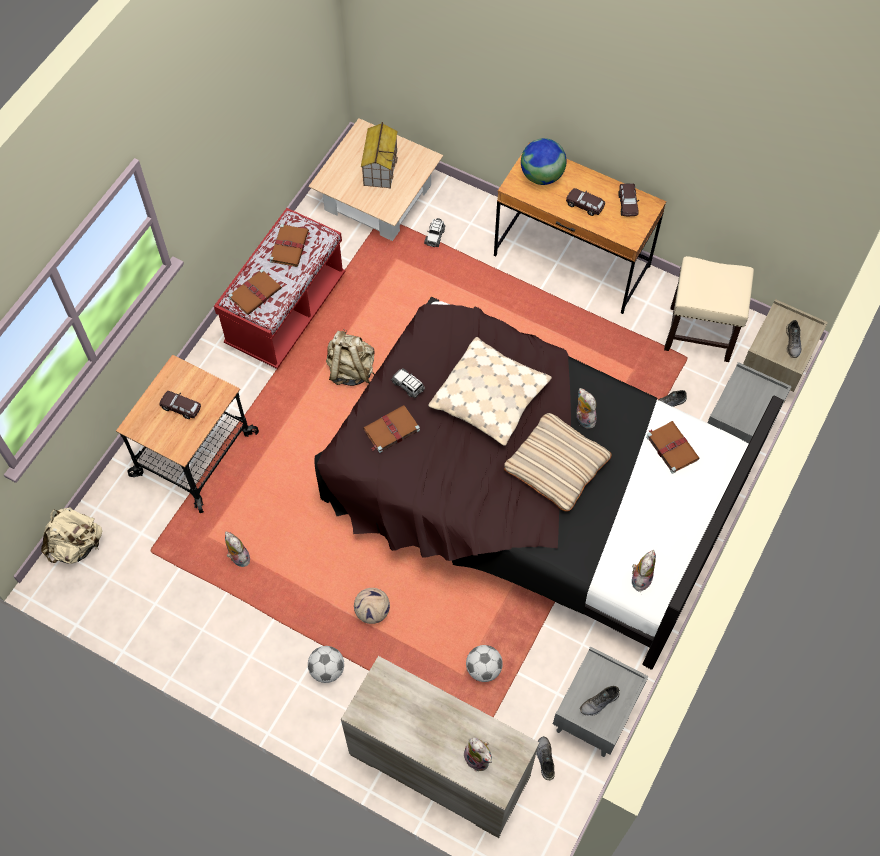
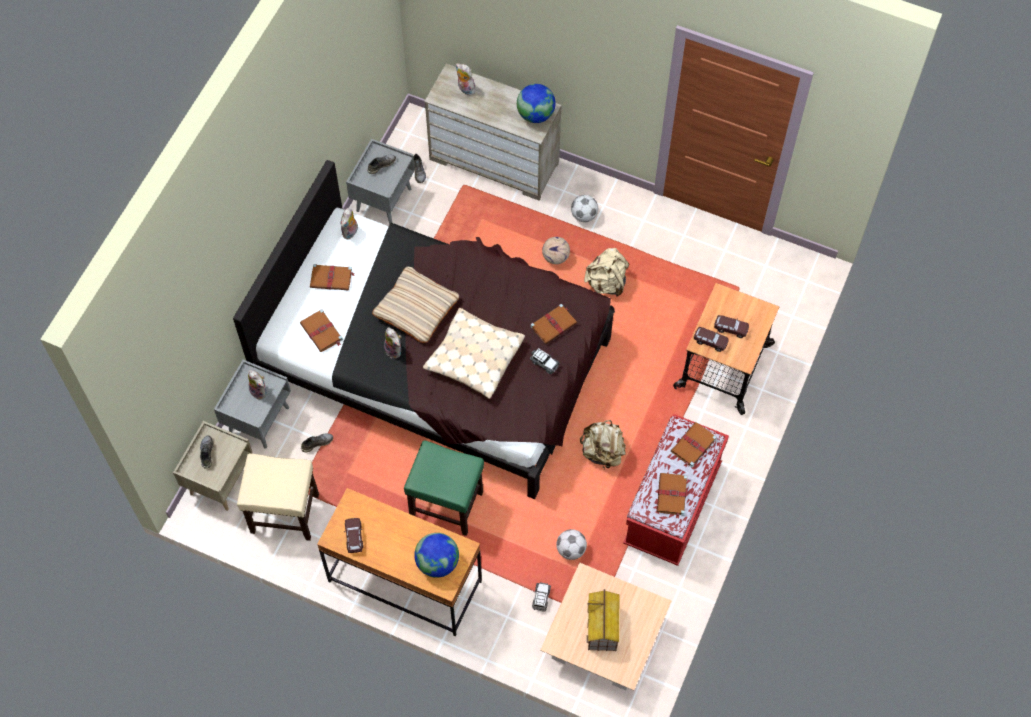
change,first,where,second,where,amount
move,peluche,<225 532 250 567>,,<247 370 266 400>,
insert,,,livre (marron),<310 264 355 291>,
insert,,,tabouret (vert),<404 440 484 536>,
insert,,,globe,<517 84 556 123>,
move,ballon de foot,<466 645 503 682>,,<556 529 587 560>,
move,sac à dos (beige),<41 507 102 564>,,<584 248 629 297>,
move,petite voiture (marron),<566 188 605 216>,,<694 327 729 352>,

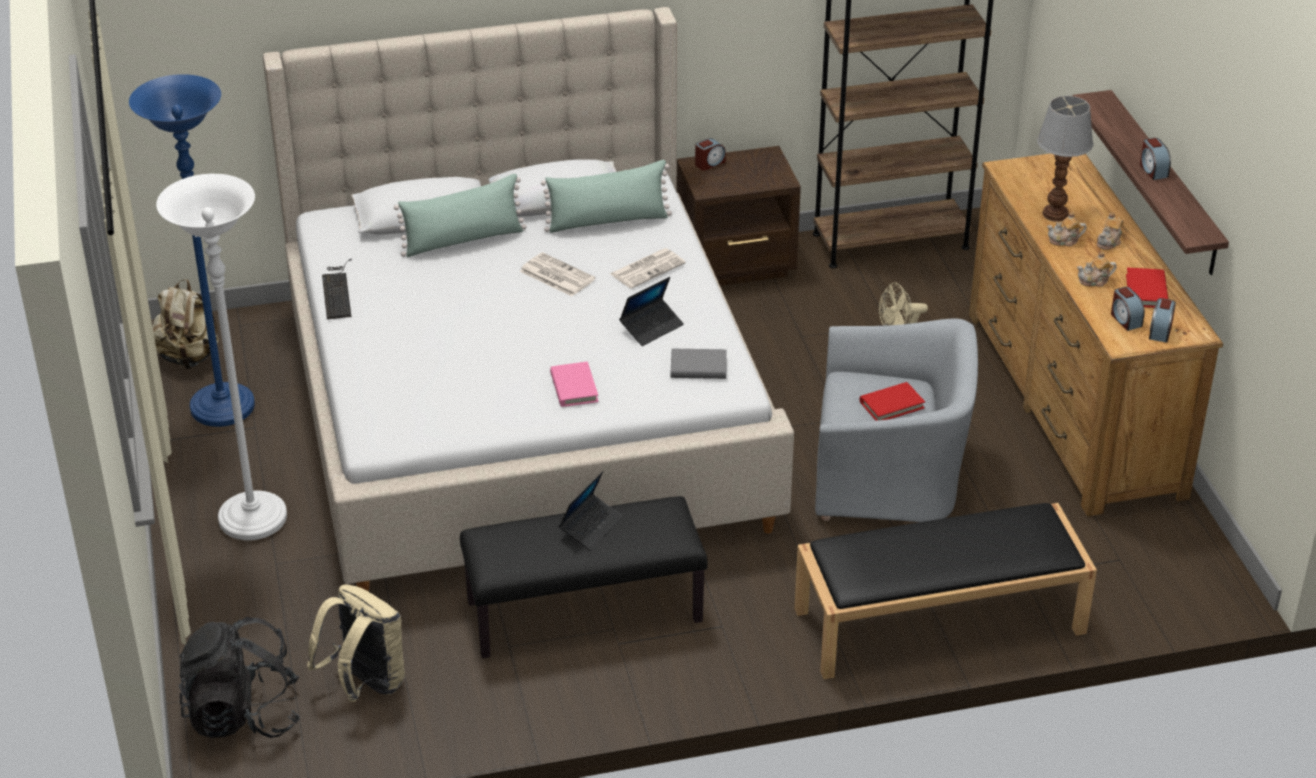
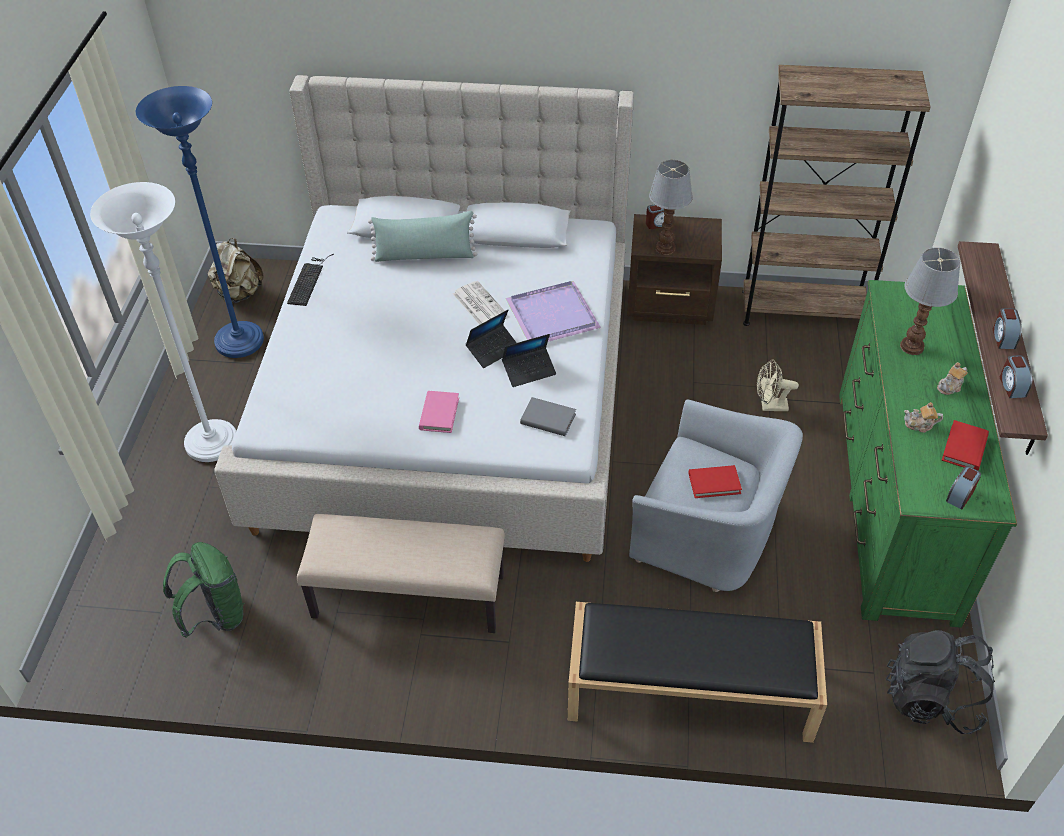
change,first,where,second,where,amount
recolor,sac à dos (beige),<307 584 405 702>,sac à dos (vert),<163 542 244 638>,
recolor,banc (noir),<460 496 708 658>,banc (beige),<297 514 505 633>,
move,ordinateur portable,<559 471 623 551>,,<466 310 517 368>,
replace,journal,<610 248 686 289>,plateau (violet),<506 281 601 342>,
insert,,,lampe de table,<649 160 693 255>,
recolor,commode (marron),<969 154 1223 517>,commode (vert),<839 280 1017 628>,
move,sac à dos (noir),<179 617 300 738>,,<885 630 995 734>,
move,réveil,<1111 287 1145 331>,,<1000 355 1032 398>,
delete,coussin (vert),<541 160 672 233>,,,
delete,théière,<1047 212 1087 246>,,,

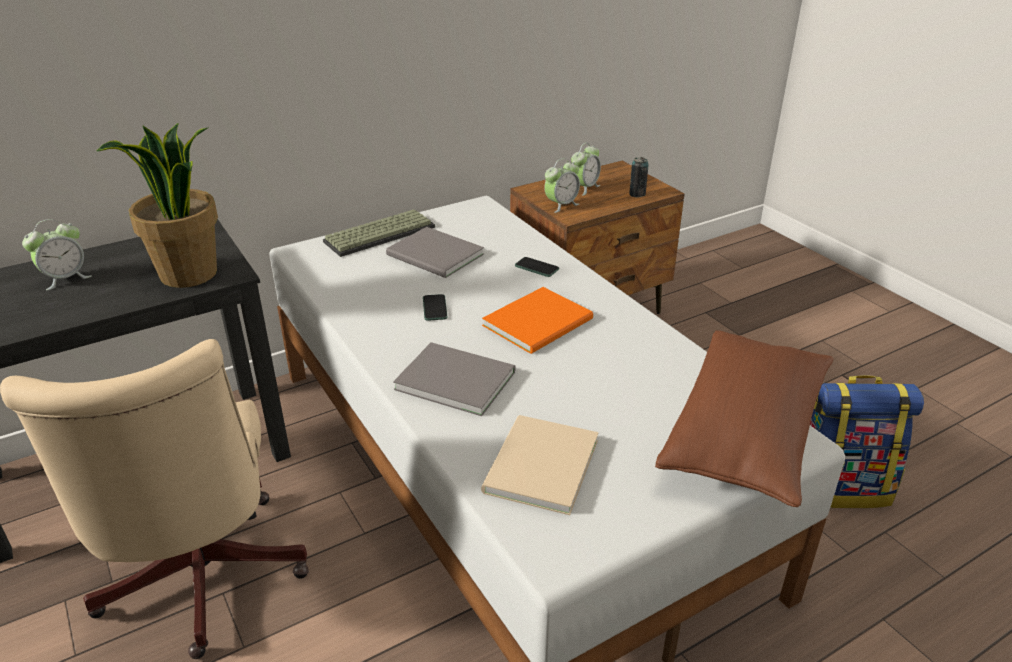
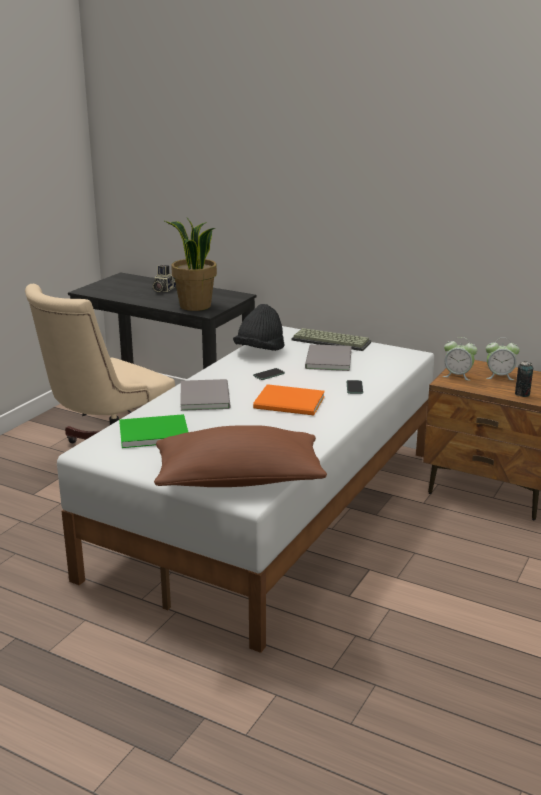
change,first,where,second,where,amount
recolor,livre (beige),<481 415 599 515>,livre (vert),<119 414 188 448>,
replace,réveil,<22 219 91 290>,appareil photo,<153 265 176 292>,
insert,,,chapeau (noir),<233 304 285 351>,
delete,sac à dos,<810 375 924 508>,,,

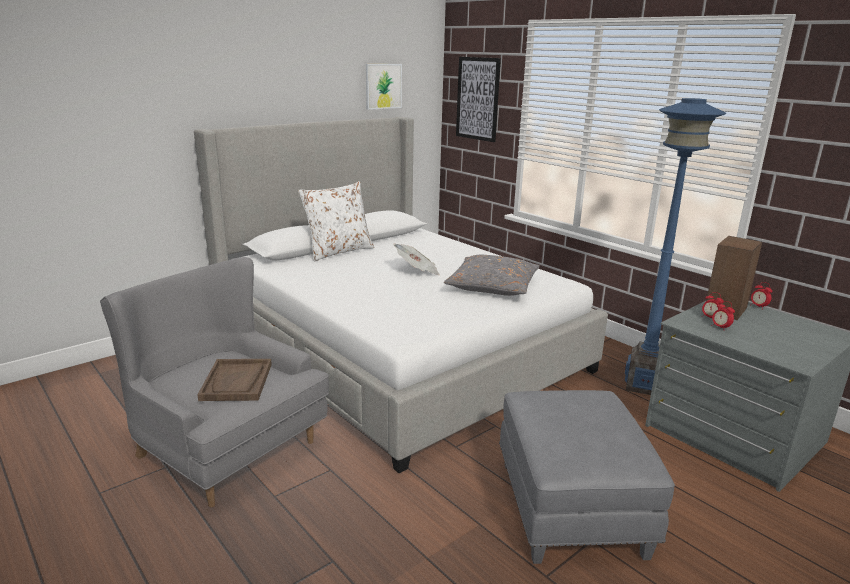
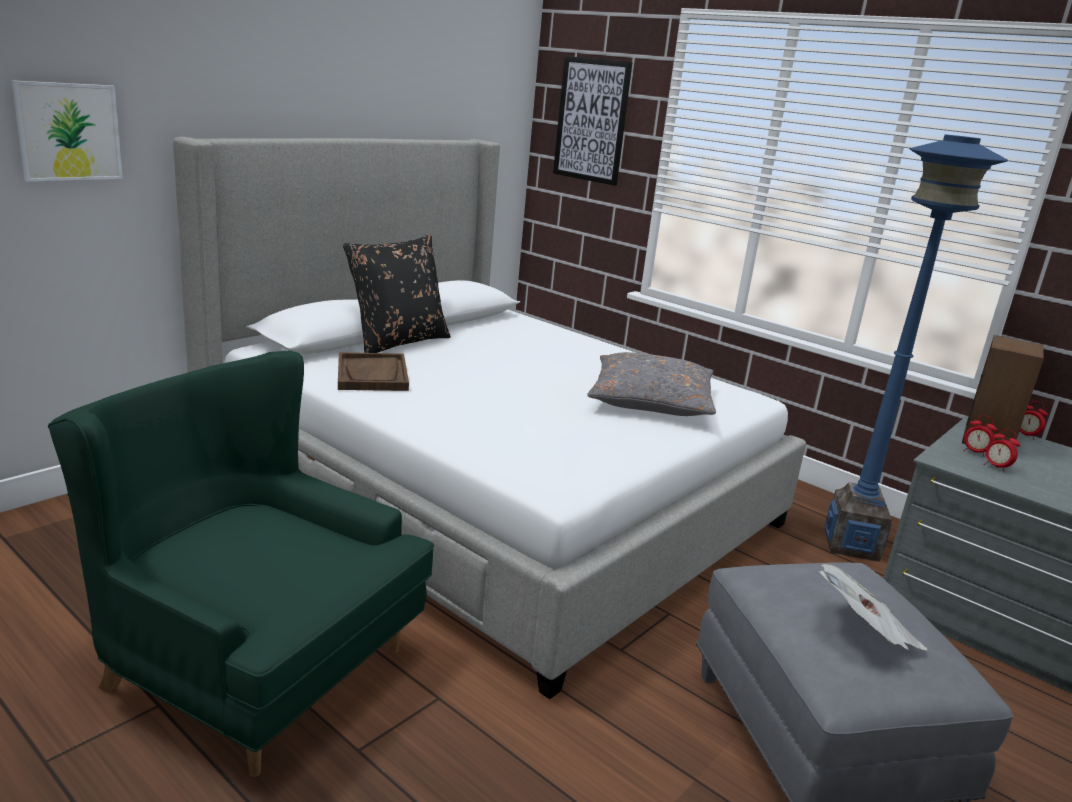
change,first,where,second,where,amount
move,tableau,<366 64 402 110>,,<12 80 123 181>,
recolor,fauteuil (gris),<100 257 329 507>,fauteuil (vert),<48 350 434 777>,
move,plateau (marron),<197 359 272 401>,,<338 352 409 391>,
recolor,coussin (blanc),<298 181 374 261>,coussin (noir),<343 234 451 353>,
move,journal,<393 244 440 275>,,<819 564 927 650>,

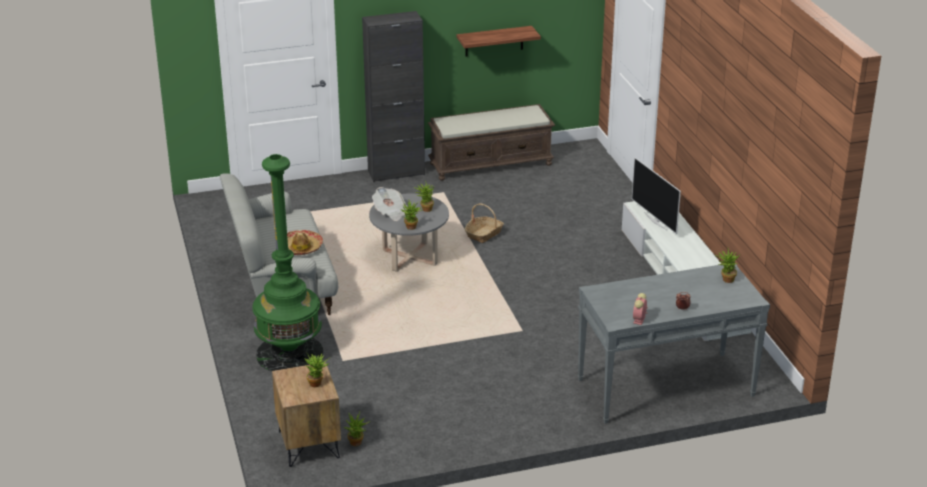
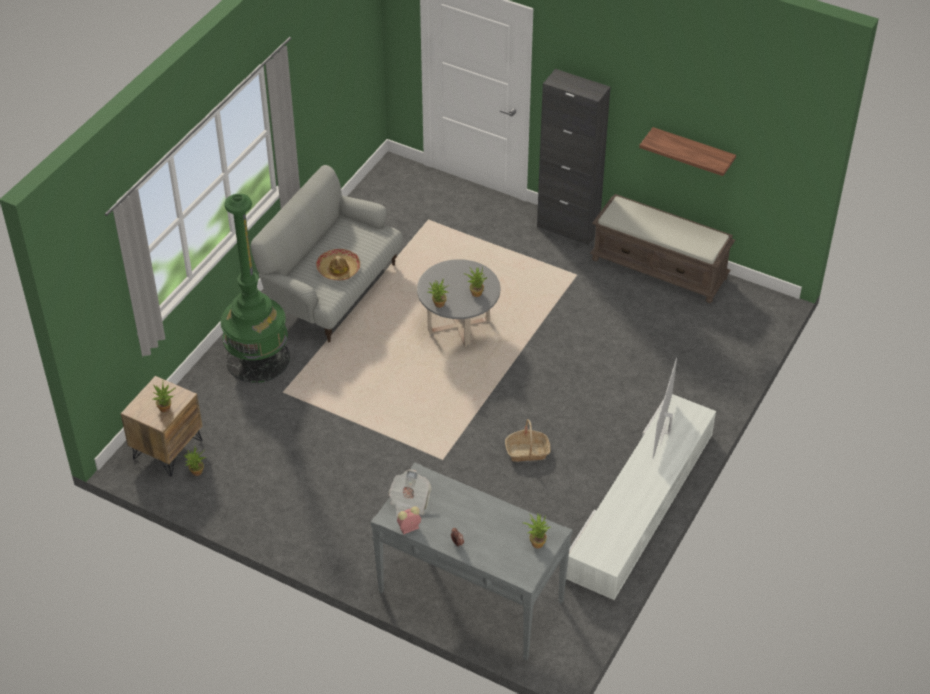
change,first,where,second,where,amount
move,journal,<372 187 407 221>,,<388 469 431 518>,
move,panier,<465 203 504 243>,,<505 419 551 462>,

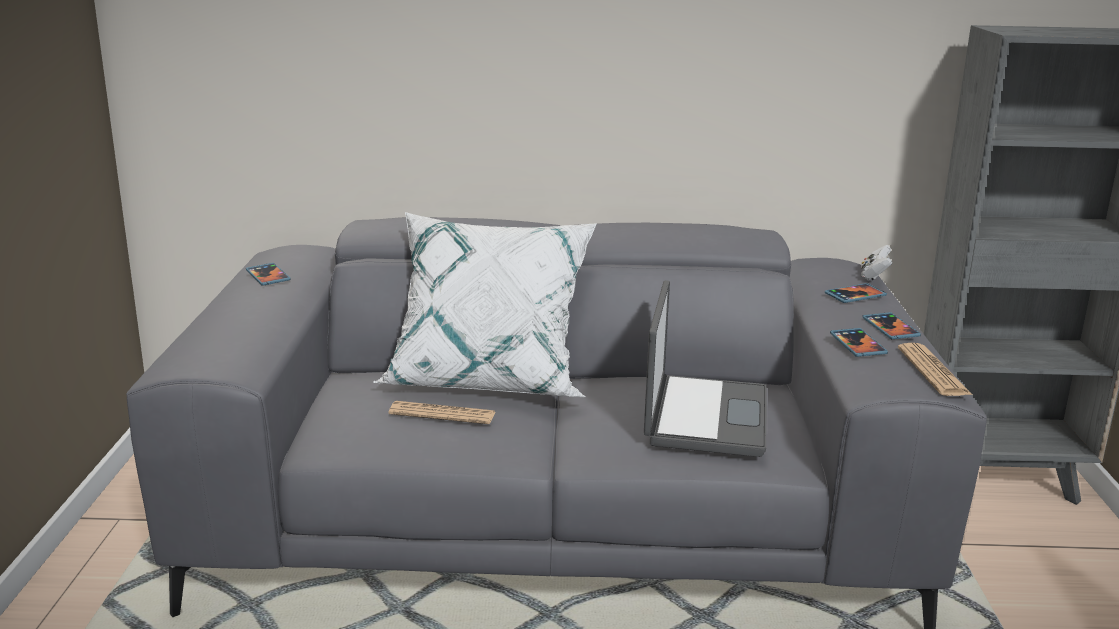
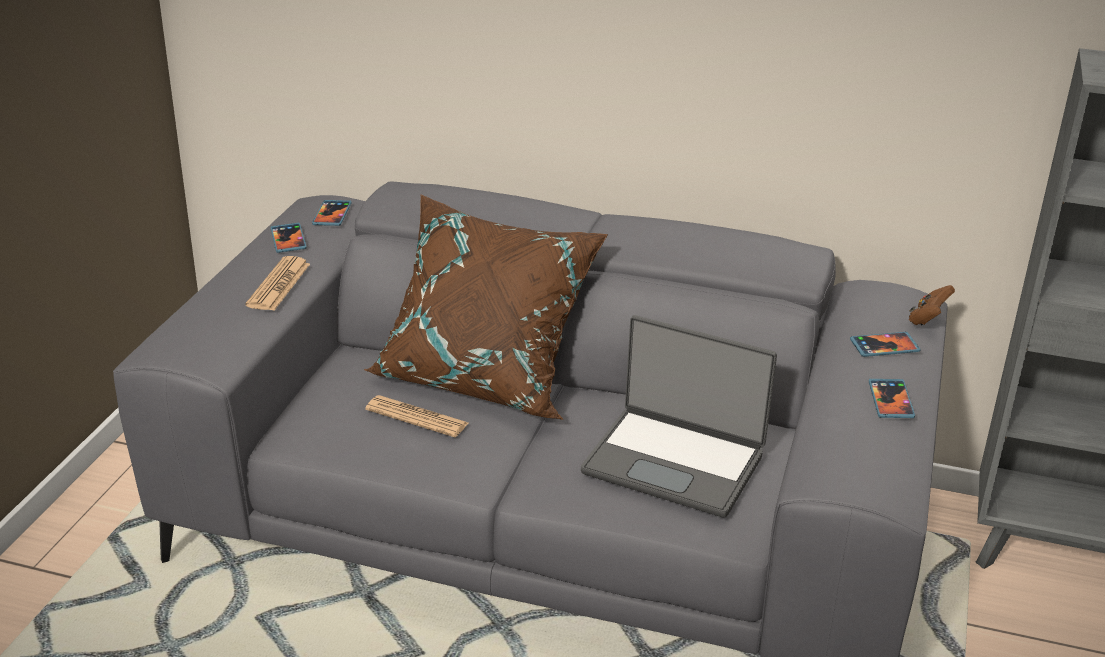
change,first,where,second,where,amount
move,journal,<898 343 973 396>,,<245 256 310 311>,
move,téléphone,<830 328 888 357>,,<312 200 352 226>,
recolor,coussin (blanc),<373 212 597 397>,coussin (marron),<364 194 608 420>,
rotate,ordinateur portable,<644 280 767 457>,,<581 315 777 518>,90 degrees clockwise
recolor,manette (blanc),<861 245 892 280>,manette (marron),<909 285 955 325>,

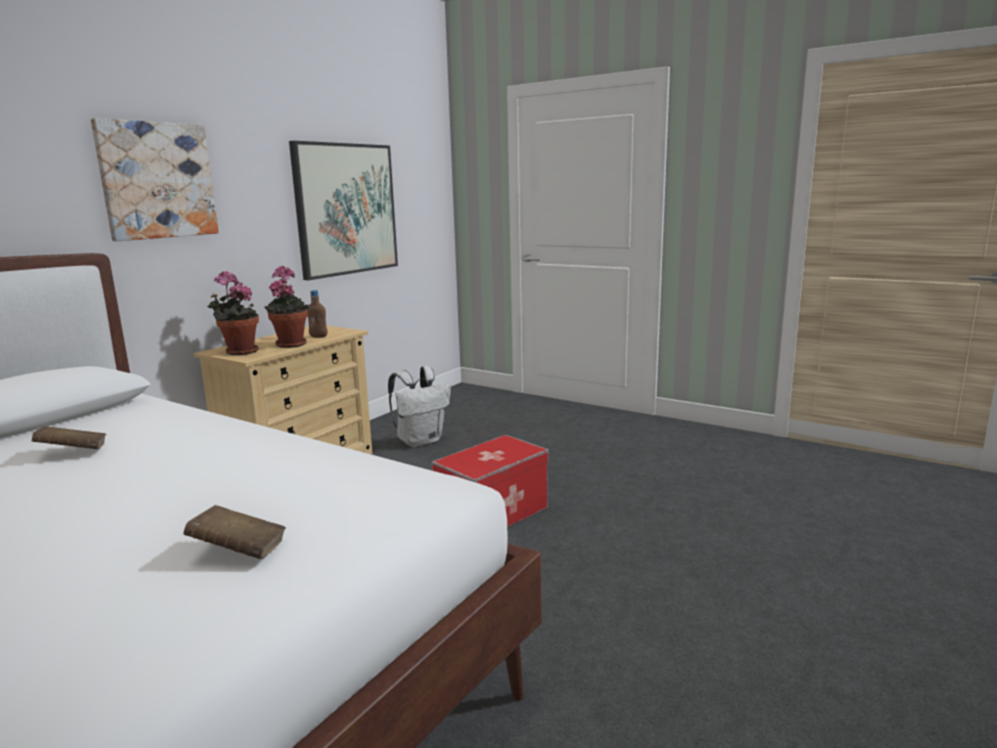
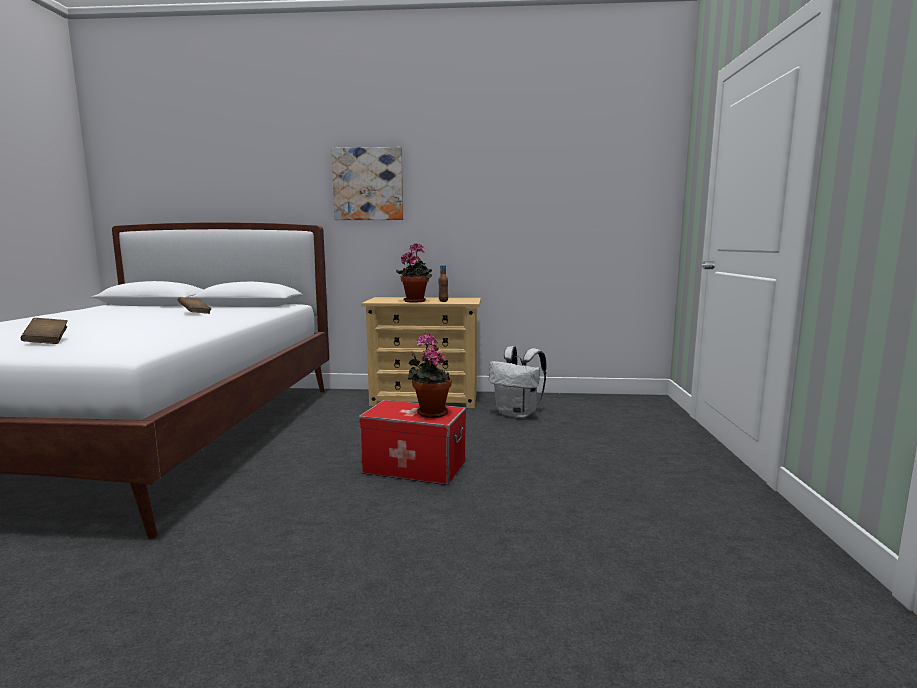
change,first,where,second,where,amount
move,plante en pot,<207 271 259 355>,,<408 333 452 418>,
delete,tableau,<289 141 398 280>,,,

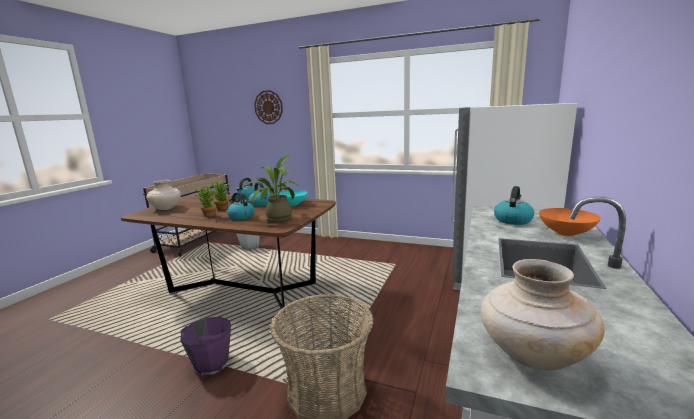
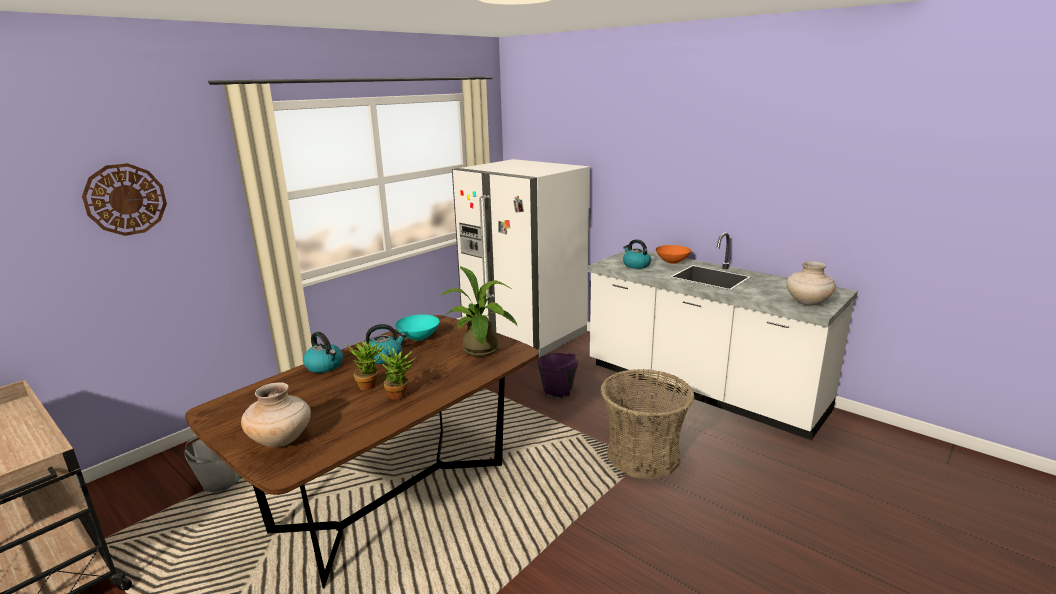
change,first,where,second,where,amount
move,seau (violet),<180 317 231 375>,,<537 353 578 398>,
delete,bouilloire,<227 192 255 220>,,,

